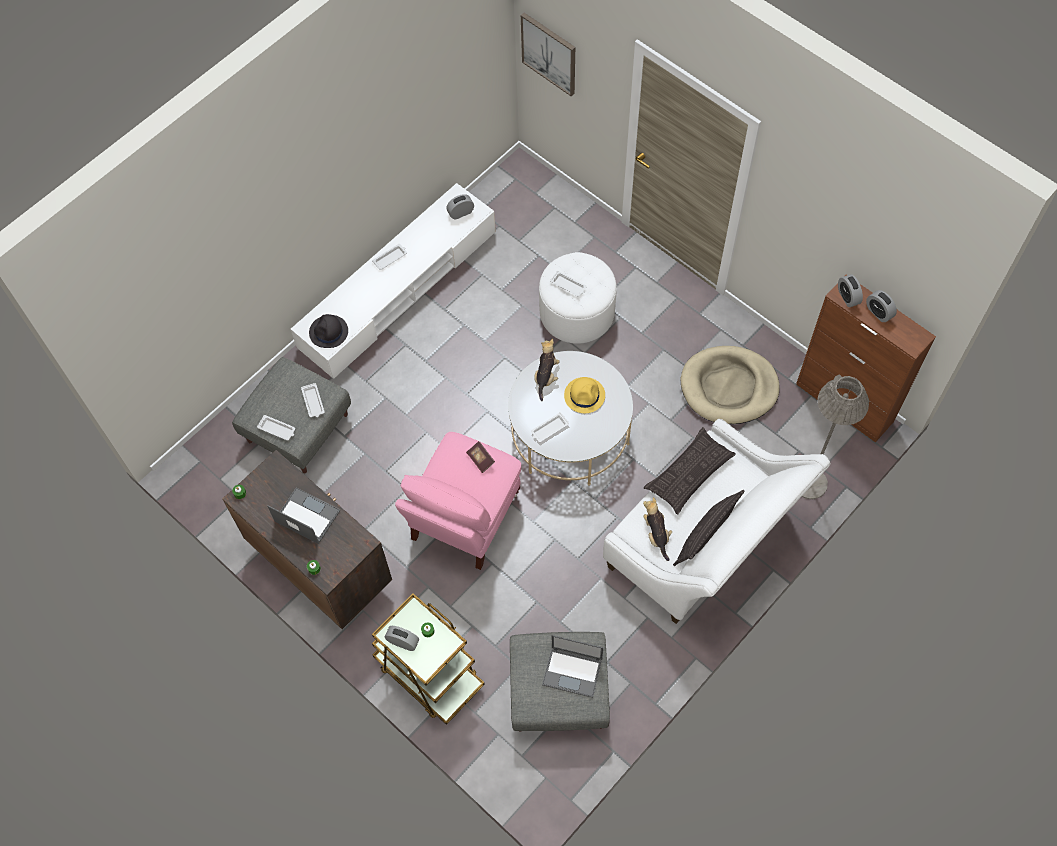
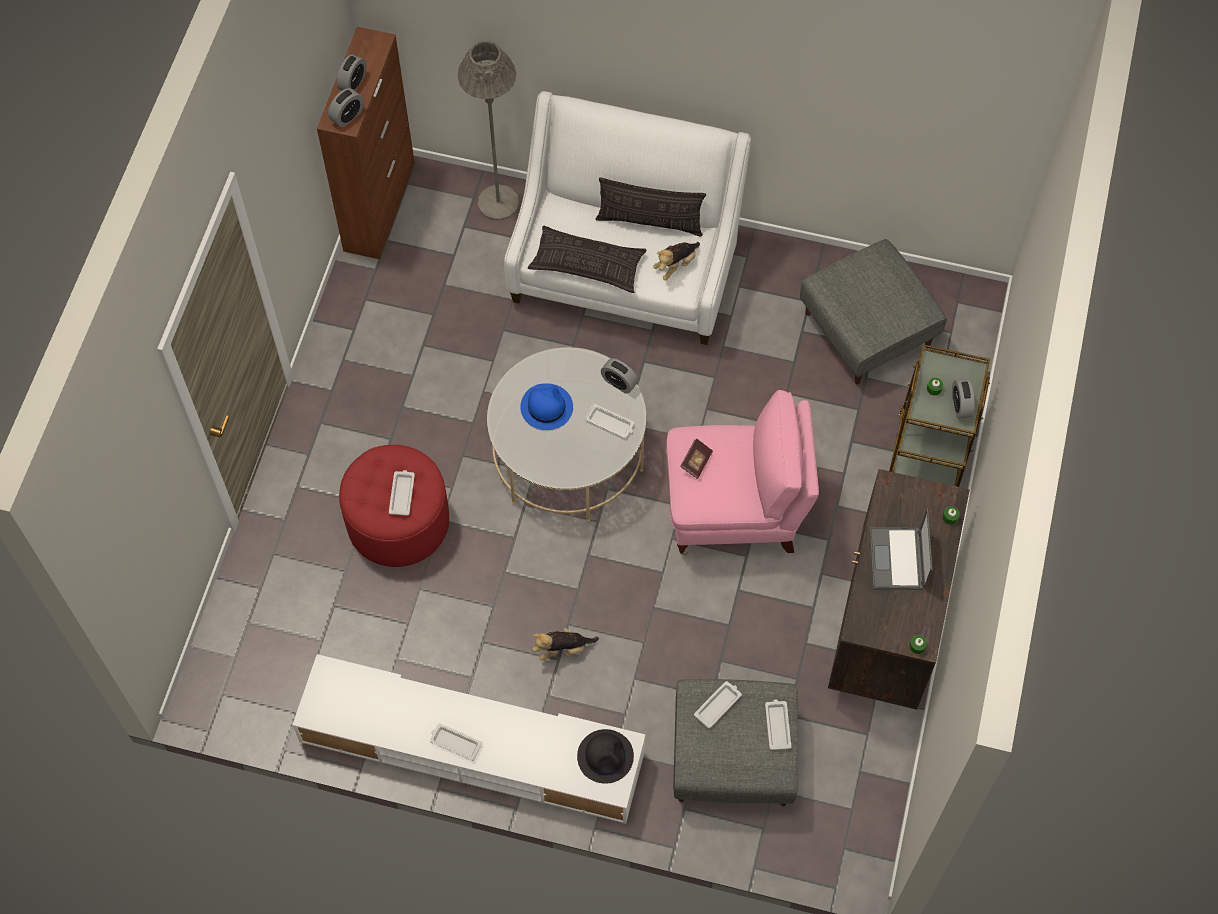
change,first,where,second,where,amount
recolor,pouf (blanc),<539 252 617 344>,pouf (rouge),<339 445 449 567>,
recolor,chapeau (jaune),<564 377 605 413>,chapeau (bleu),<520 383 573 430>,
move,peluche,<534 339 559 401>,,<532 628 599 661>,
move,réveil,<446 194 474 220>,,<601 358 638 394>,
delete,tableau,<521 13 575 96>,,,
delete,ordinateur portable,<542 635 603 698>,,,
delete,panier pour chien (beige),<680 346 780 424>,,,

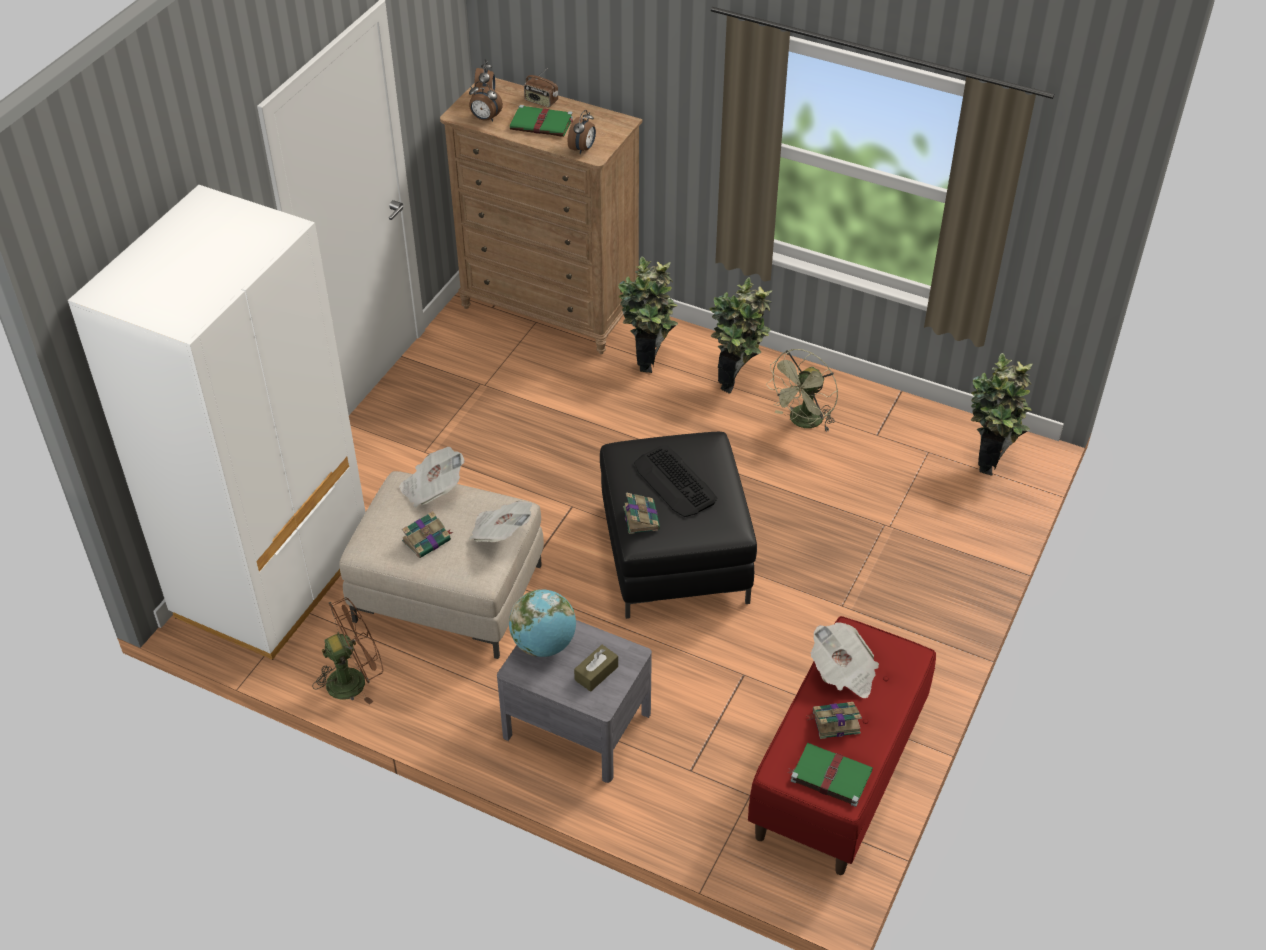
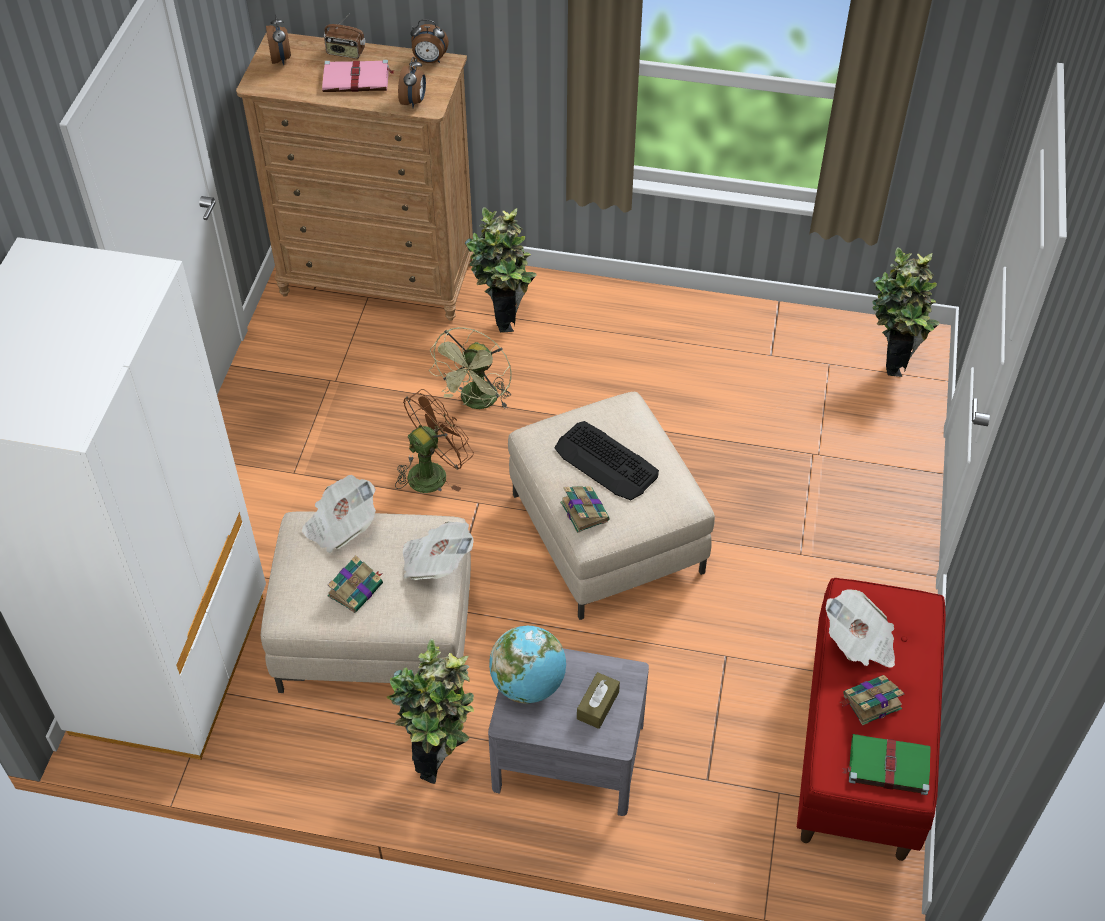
change,first,where,second,where,amount
recolor,livre (vert),<510 105 573 137>,livre (rose),<322 60 393 92>,
move,plante en pot,<709 277 773 394>,,<387 639 474 784>,
move,ventilateur (marron),<312 597 384 705>,,<395 389 474 493>,
move,réveil,<469 81 503 121>,,<410 19 449 63>,
move,ventilateur (vert),<766 349 838 432>,,<429 327 512 409>,
recolor,pouf (noir),<600 432 757 619>,pouf (beige),<508 392 715 620>,

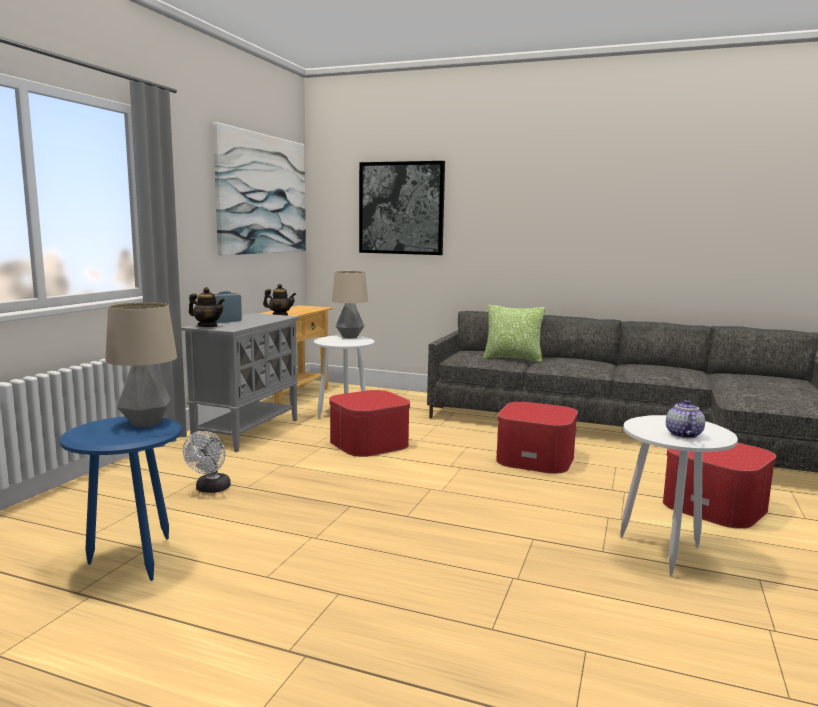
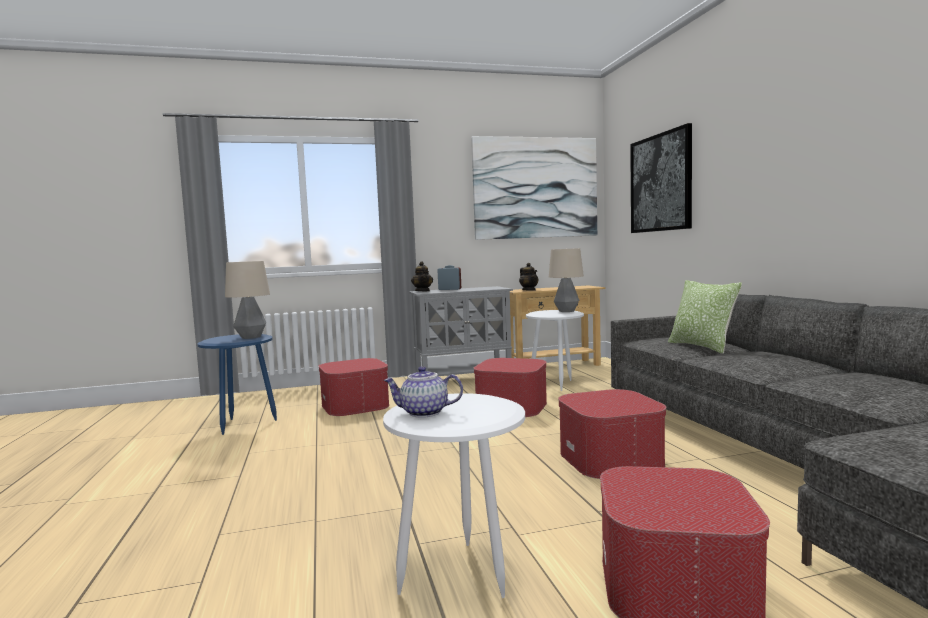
change,first,where,second,where,amount
replace,ventilateur (blanc),<183 431 231 493>,pouf,<318 358 389 416>,
rotate,théière,<666 400 705 439>,,<383 366 463 418>,150 degrees counterclockwise

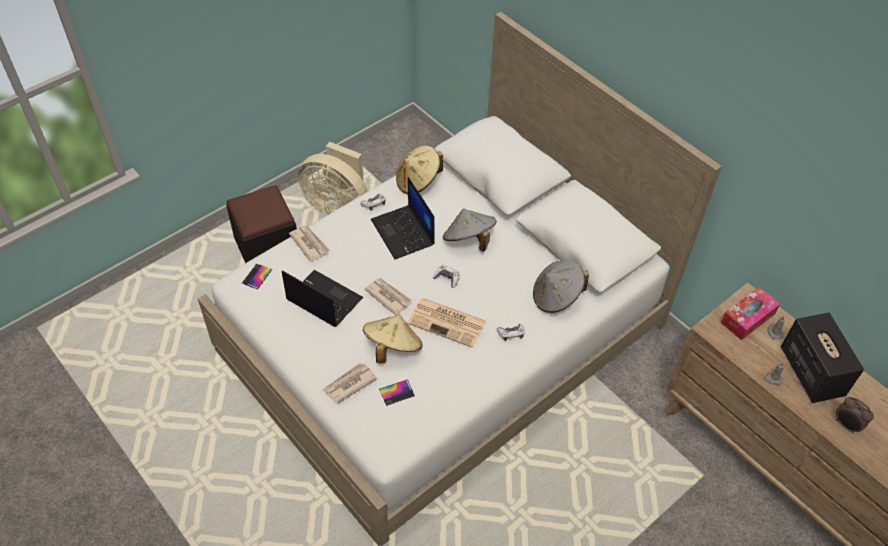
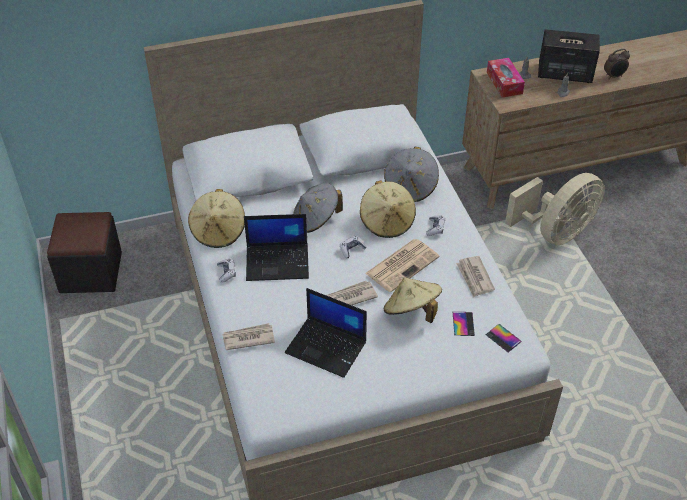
change,first,where,second,where,amount
move,pouf (noir),<226 185 297 263>,,<47 212 122 293>,
rotate,ordinateur portable,<282 270 363 327>,,<285 288 367 378>,120 degrees counterclockwise
insert,,,chapeau (beige),<360 180 416 238>,
move,journal,<323 362 377 404>,,<456 256 495 297>,
move,téléphone,<242 264 272 289>,,<486 324 522 352>,
move,ventilateur (beige),<298 142 368 215>,,<505 173 605 245>,

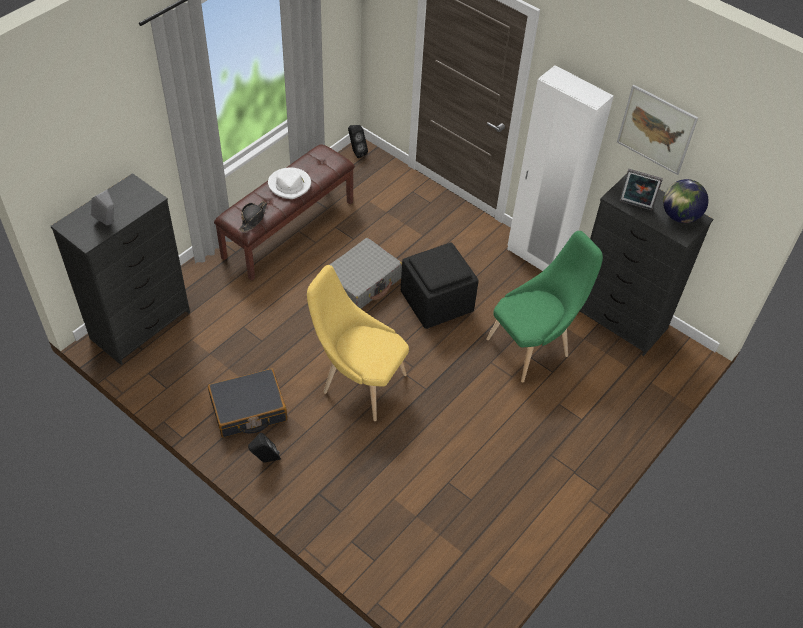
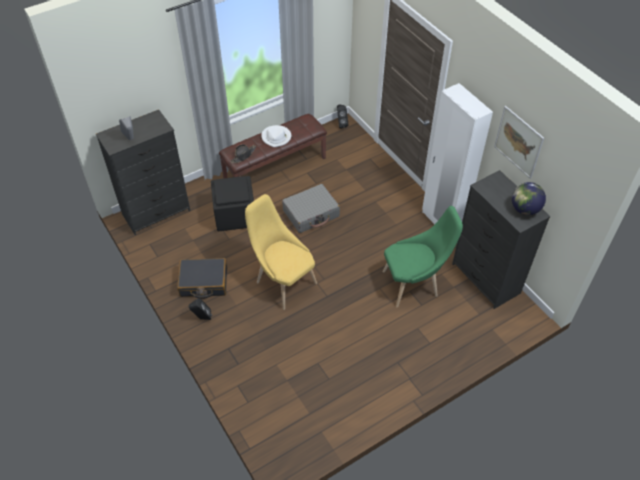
change,first,where,second,where,amount
move,pouf (noir),<401 243 479 329>,,<211 176 254 231>,
delete,cadre photo,<619 169 663 211>,,,

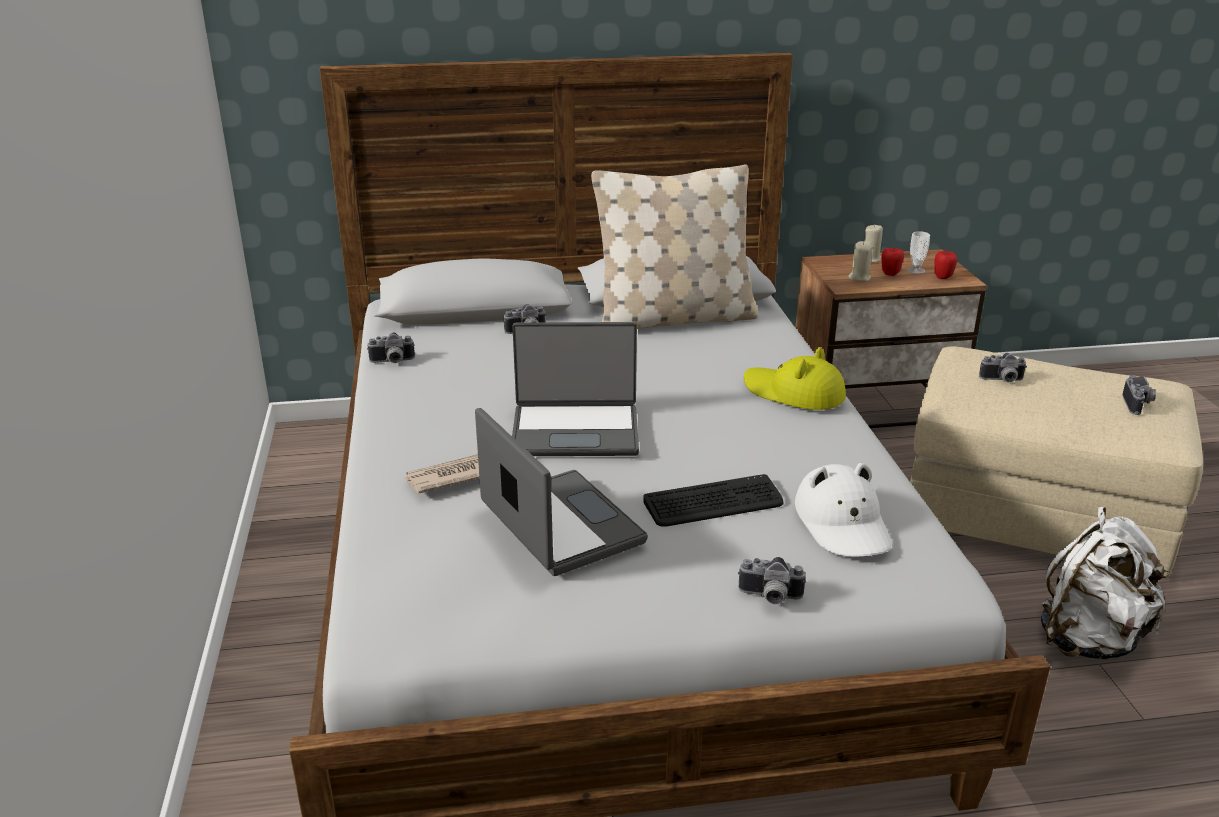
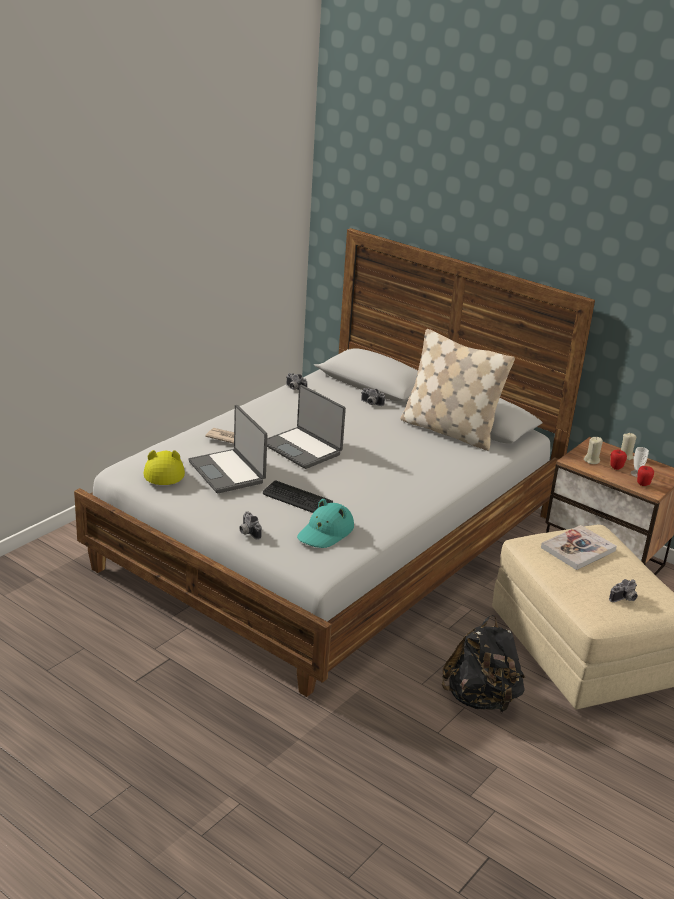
change,first,where,second,where,amount
move,chapeau (jaune),<744 347 846 410>,,<144 450 185 485>,
rotate,ordinateur portable,<475 408 648 576>,,<189 405 267 493>,135 degrees clockwise
recolor,chapeau (blanc),<795 462 892 557>,chapeau (turquoise),<297 499 354 548>,
recolor,sac à dos (blanc),<1041 507 1169 659>,sac à dos (noir),<442 615 525 712>,
replace,appareil photo,<979 353 1027 382>,livre,<541 525 617 570>,

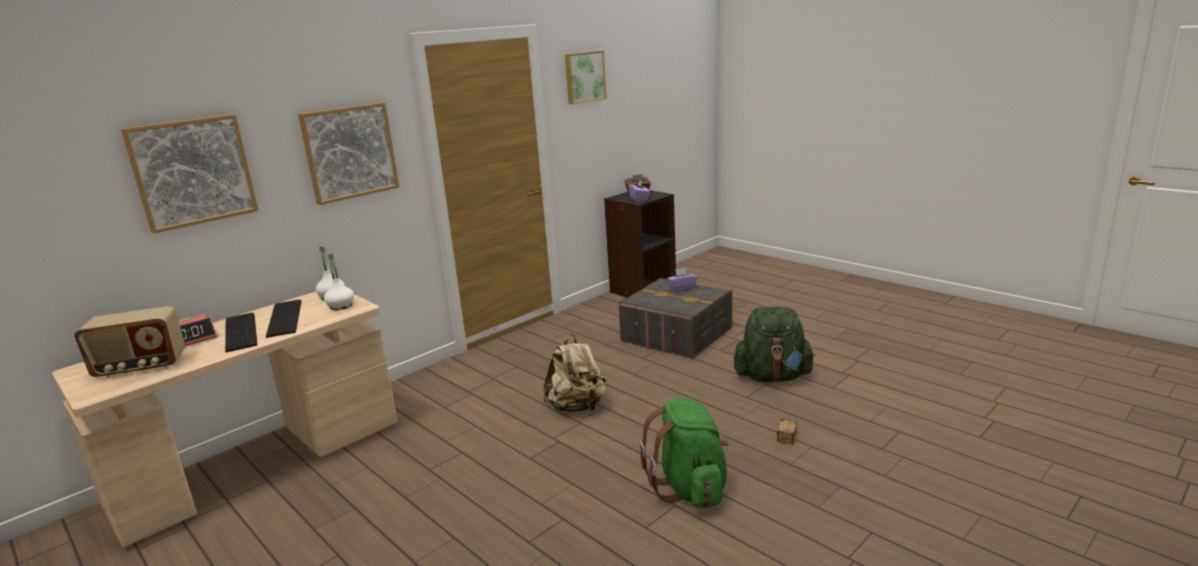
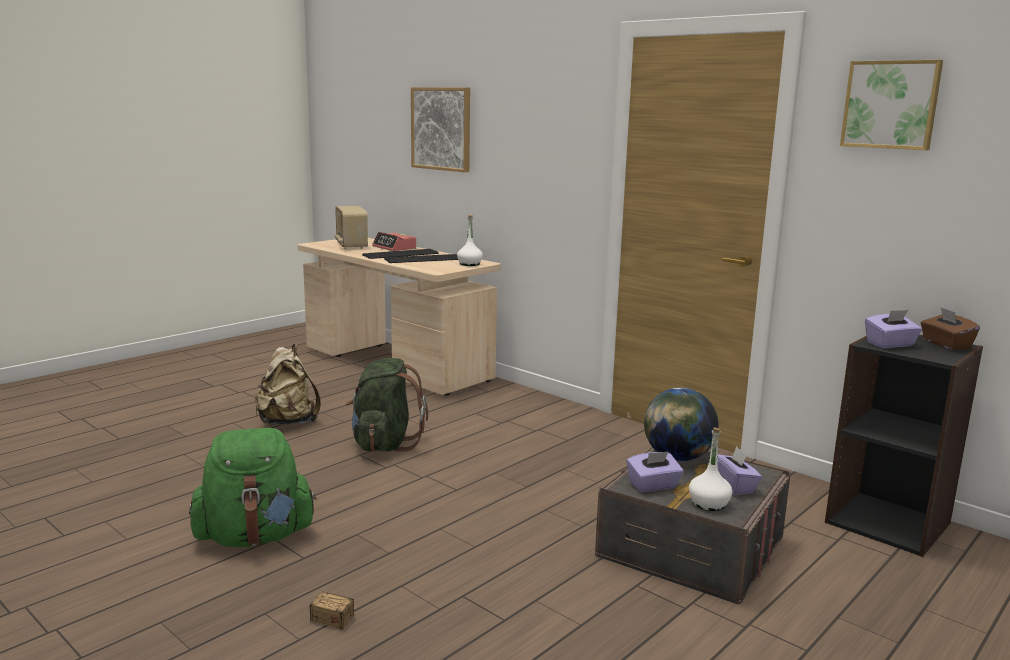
change,first,where,second,where,amount
move,sac à dos (beige),<543 334 606 412>,,<255 344 321 425>,
move,sac à dos (vert),<733 307 815 383>,,<345 358 428 452>,
insert,,,boîte à mouchoirs (violet),<626 451 683 492>,
insert,,,globe,<644 388 719 461>,
move,bouteille (blanc),<324 254 354 310>,,<689 427 733 511>,
delete,tableau,<298 102 399 205>,,,

